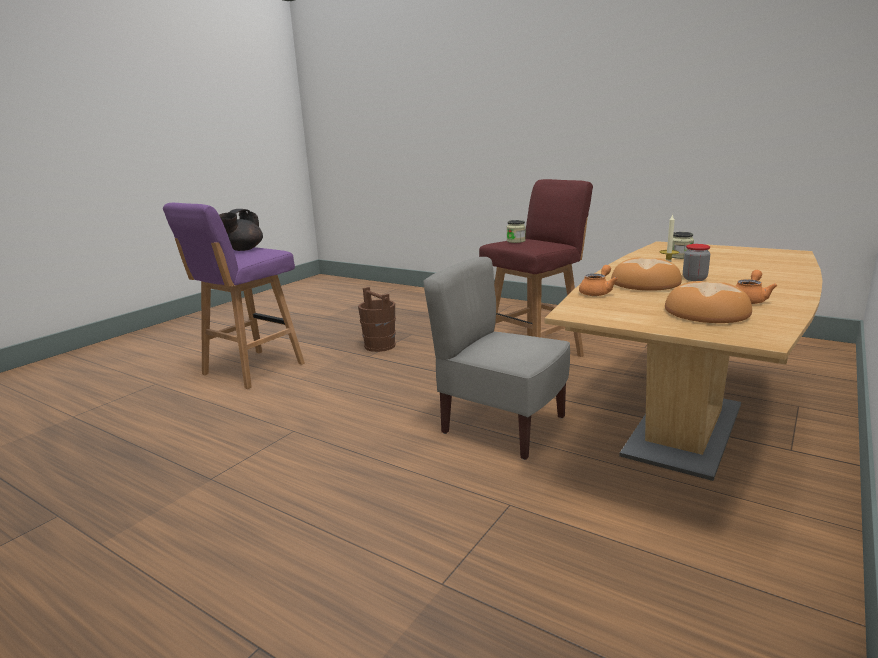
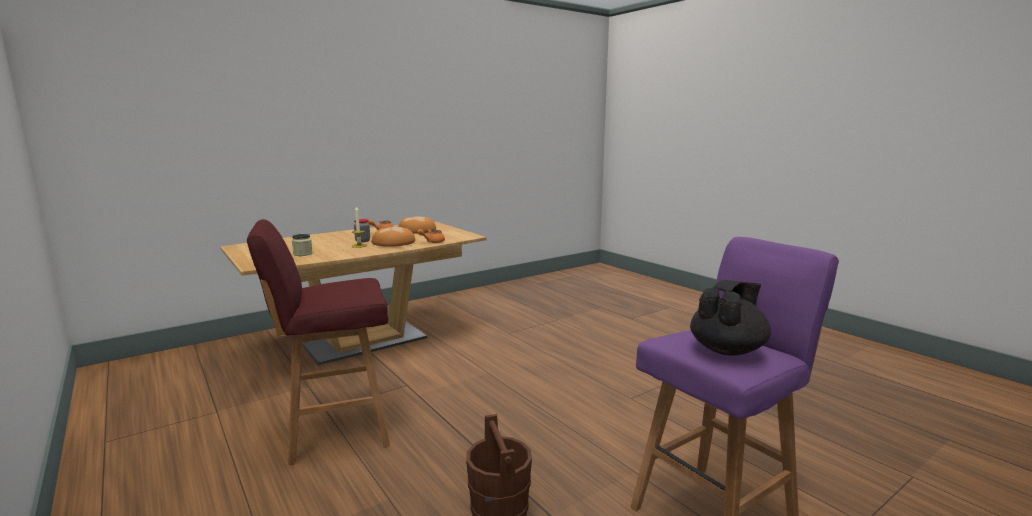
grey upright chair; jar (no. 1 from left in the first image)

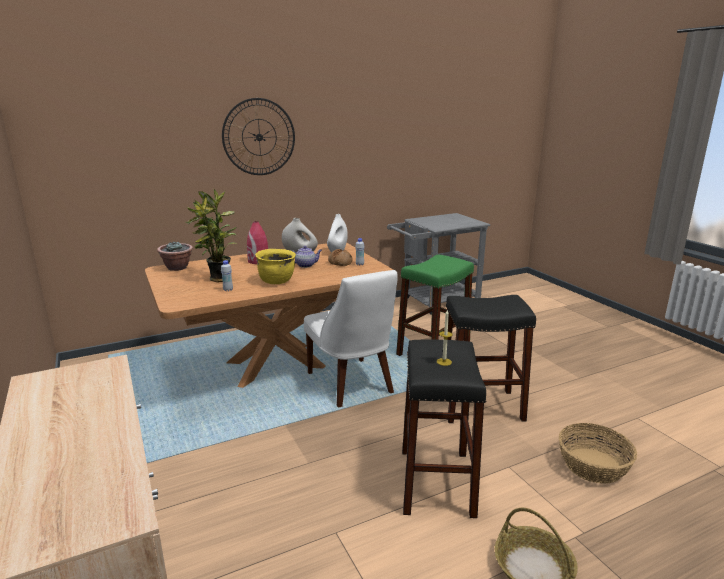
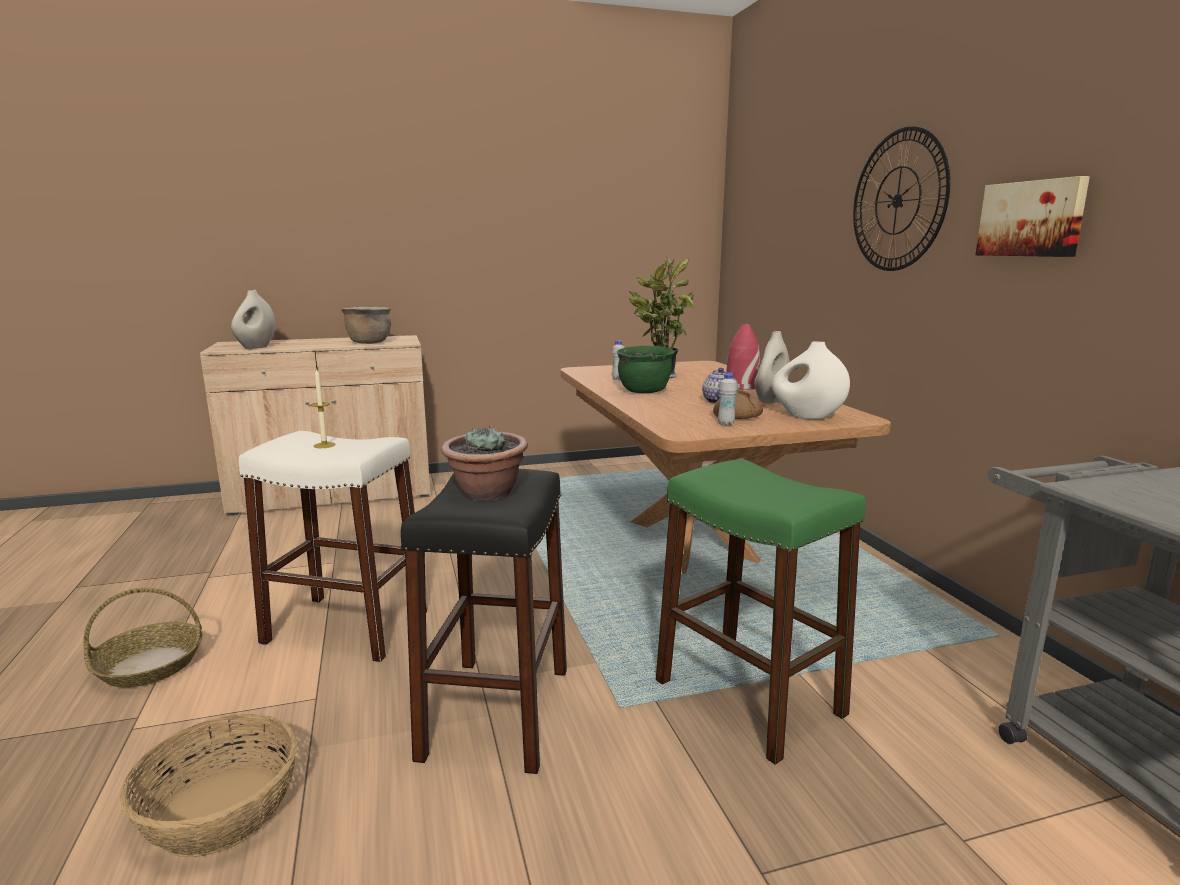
houseplant (no. 1 from left); green saucepot; whitish upright chair; whitish stool seat; whitish flower vase (no. 1 from left); brown-coloured saucepot; wall art

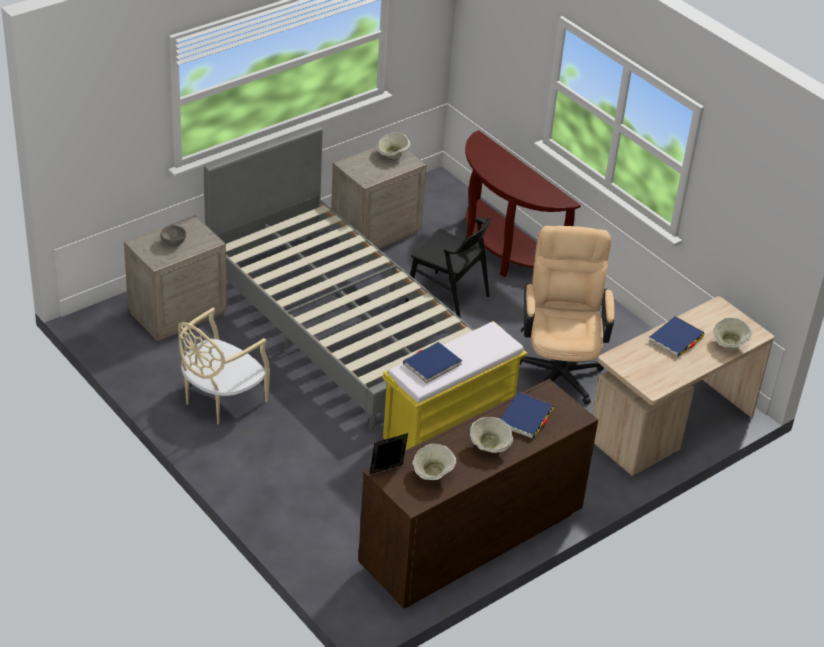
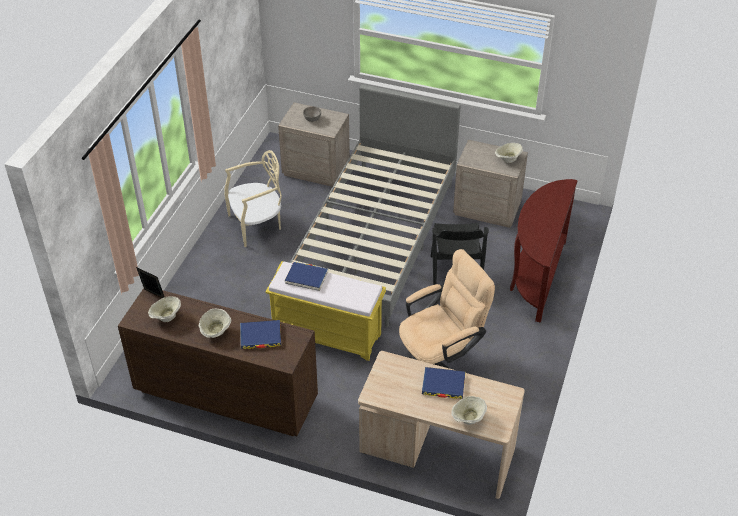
beige upright chair

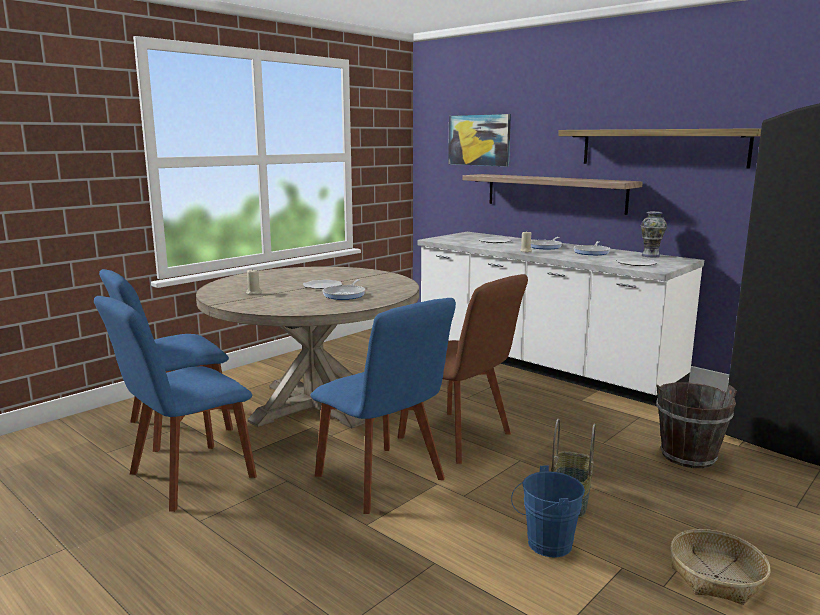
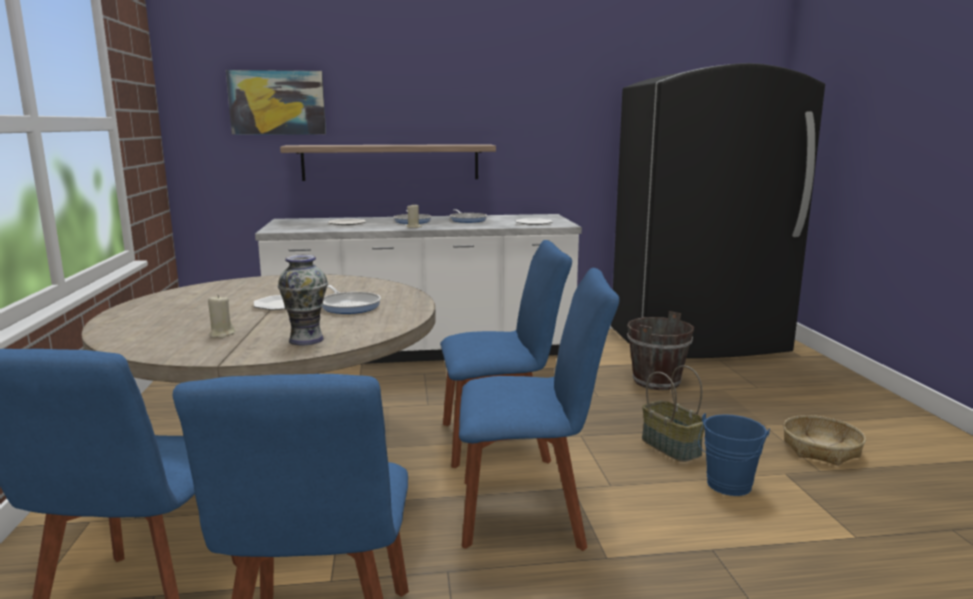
bluish upright chair (no. 3 from left); wall shelf (no. 2 from left in the first image); flower vase

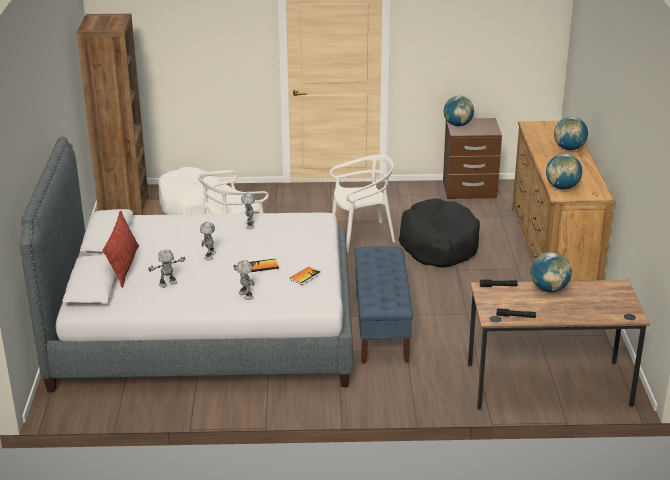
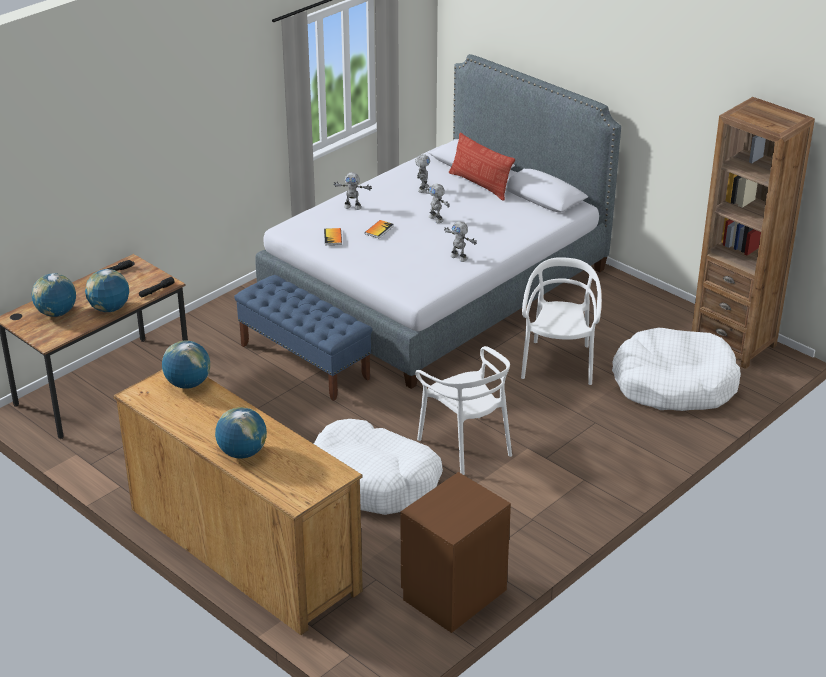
whitish upright chair (no. 1 from left); whitish pet bed (no. 1 from left); globe (no. 1 from left)

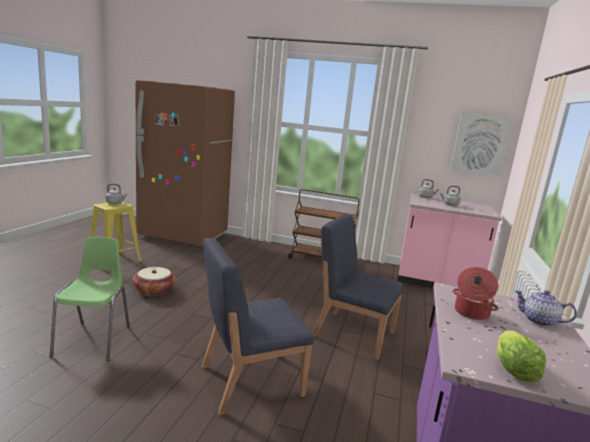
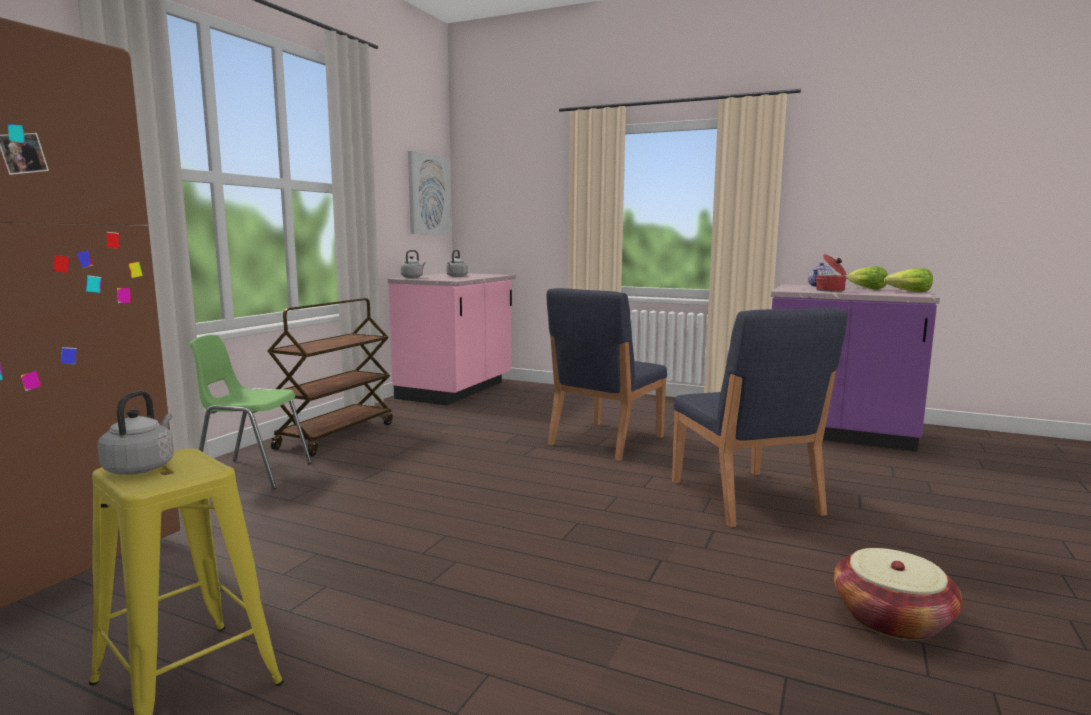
green upright chair; household basket; head of lettuce (no. 1 from left)

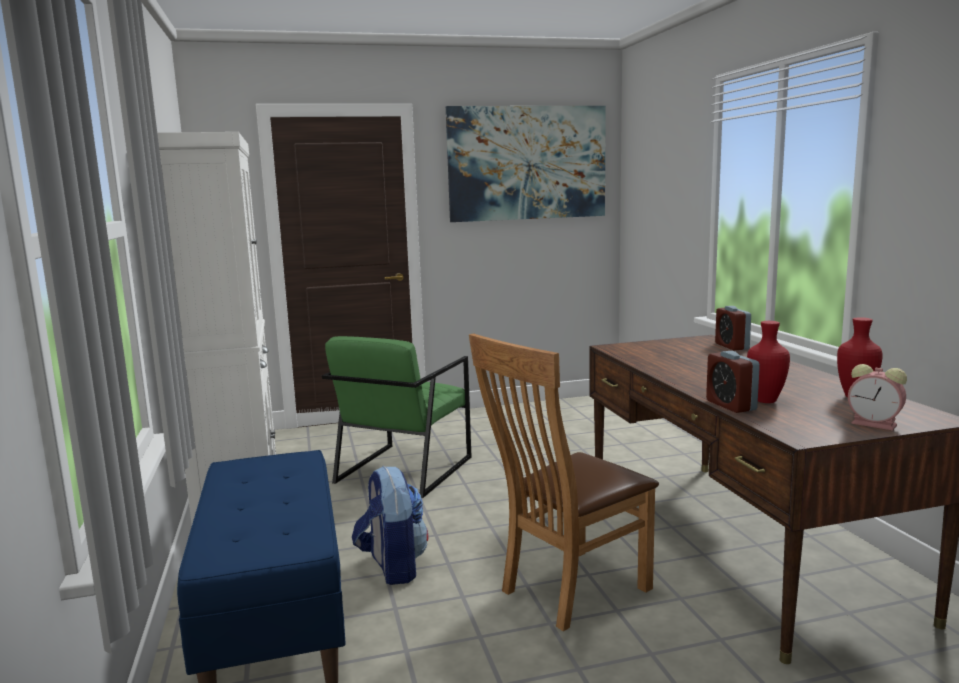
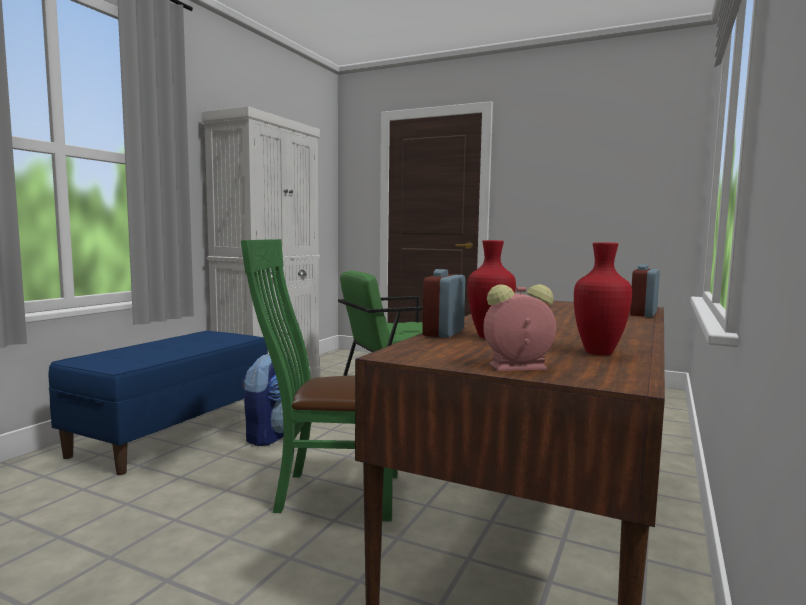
wall art; green upright chair; table clock (no. 2 from left)

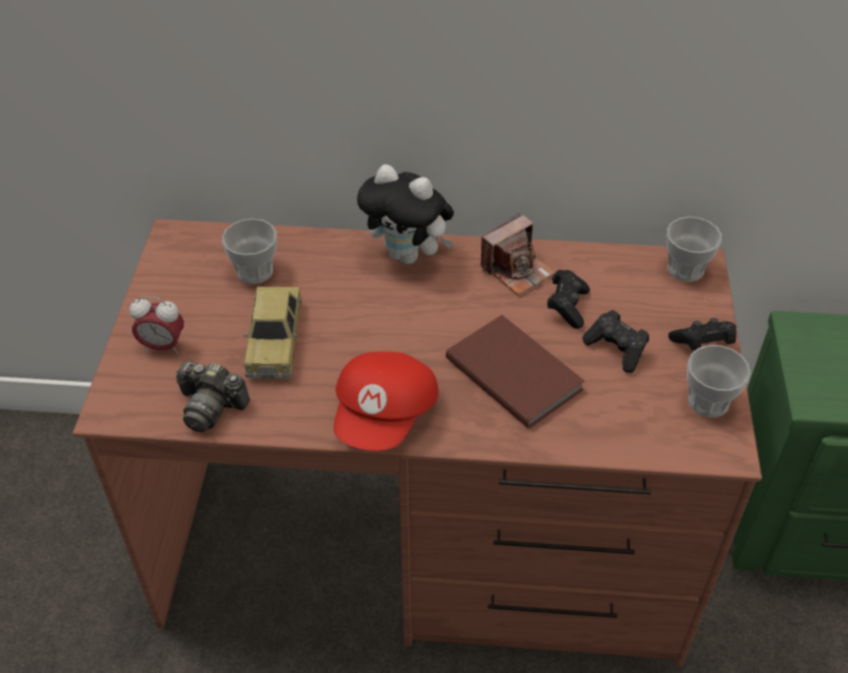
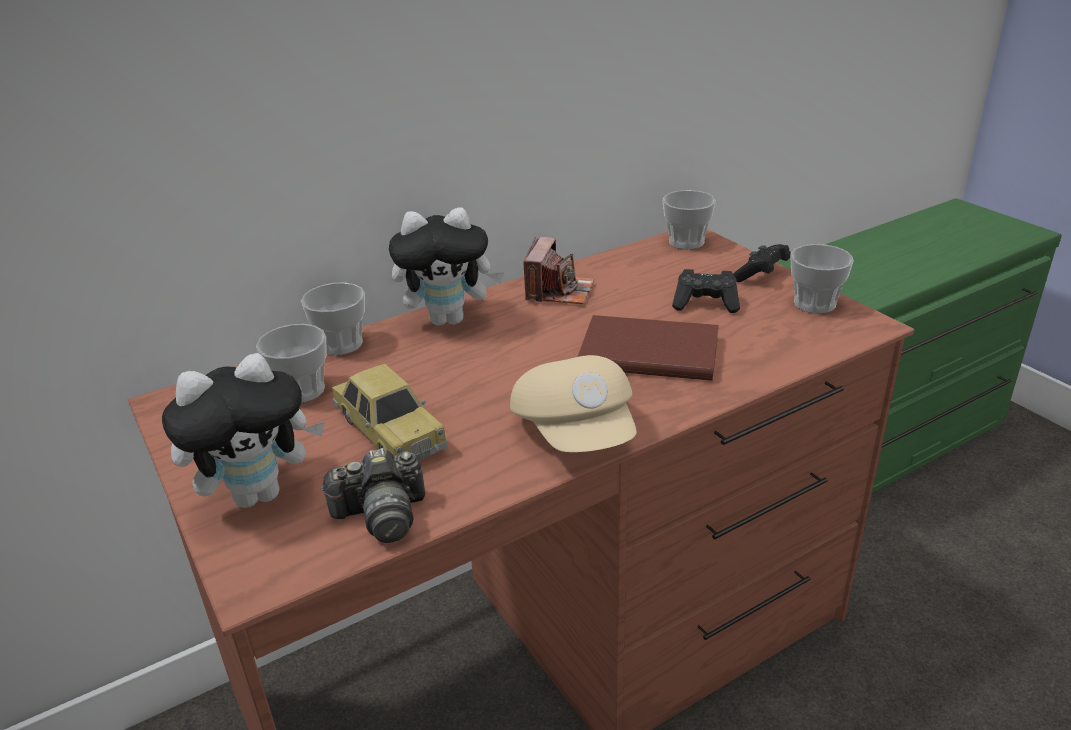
soft toy (no. 1 from left); beige baseball cap; black-coloured game controller (no. 1 from left in the first image); drinking cup (no. 2 from left)

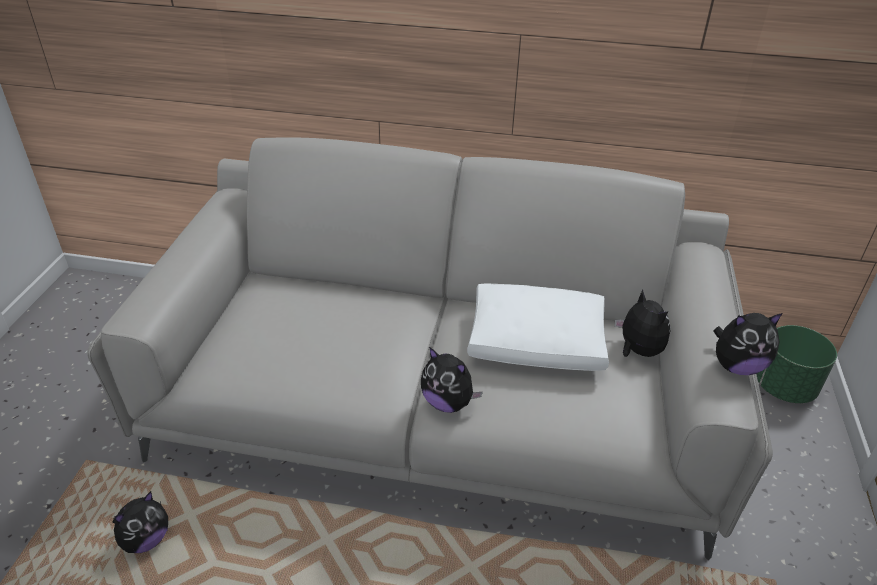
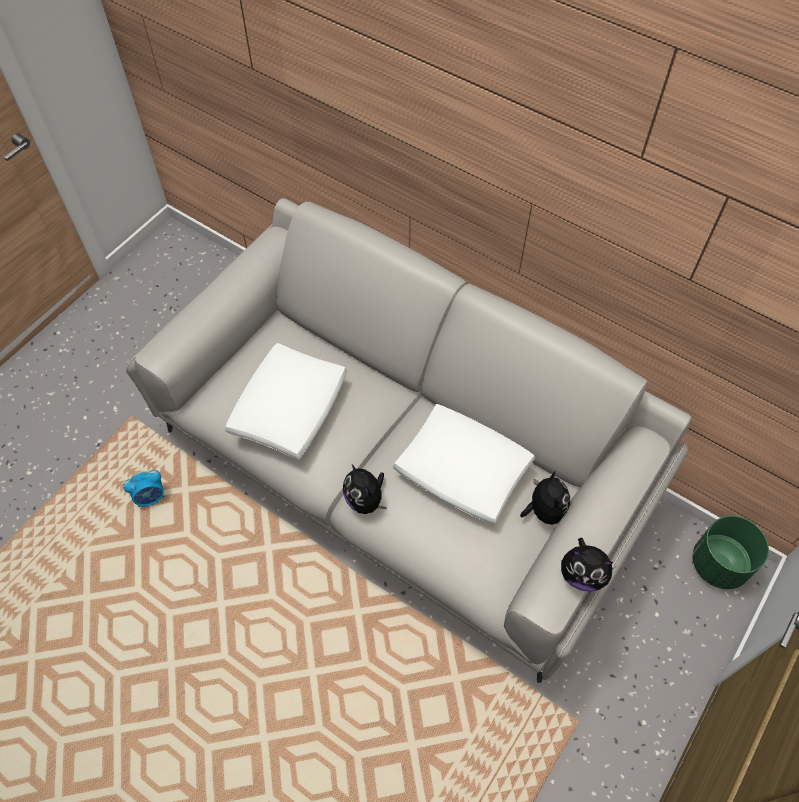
table clock; whitish throw pillow (no. 1 from left)

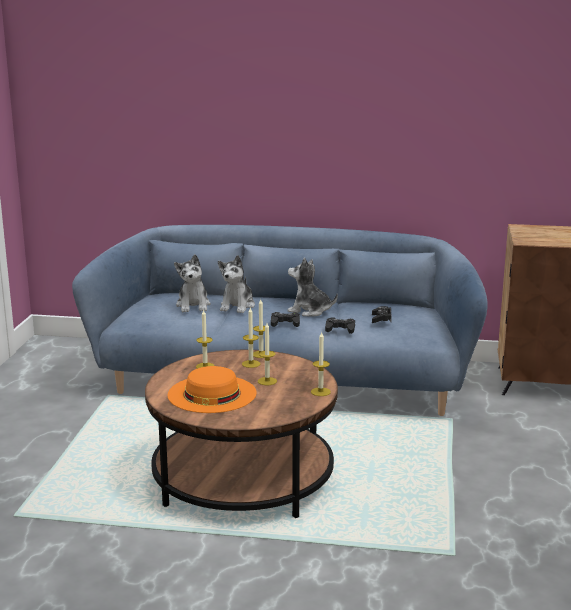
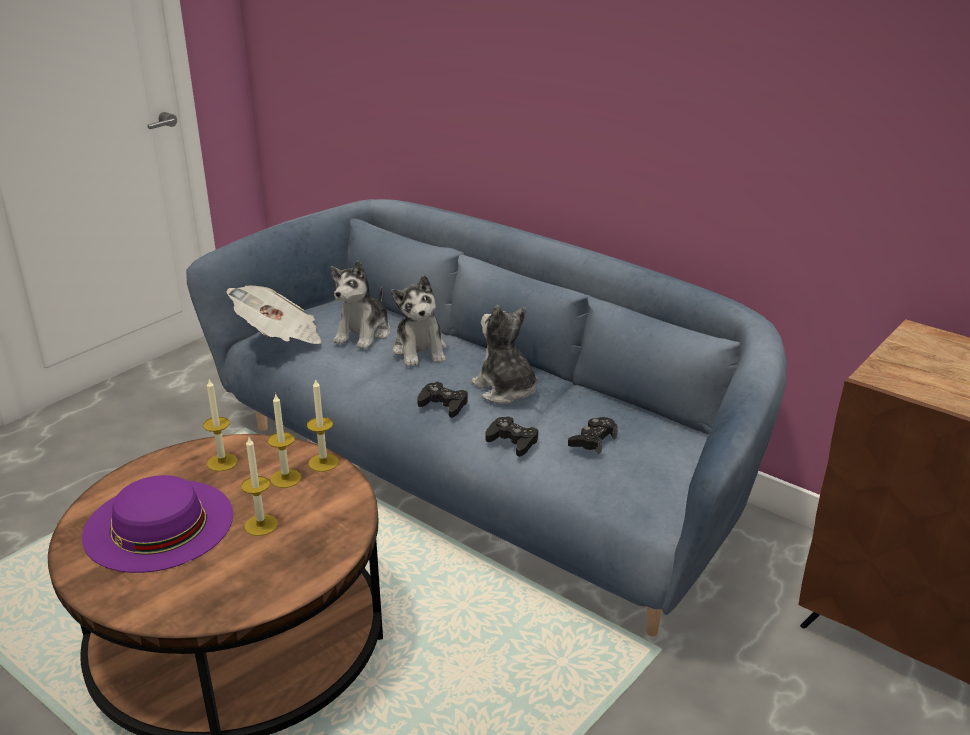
purple-coloured wearable hat; soft toy (no. 2 from left); wax light (no. 5 from left in the first image); newspaper

